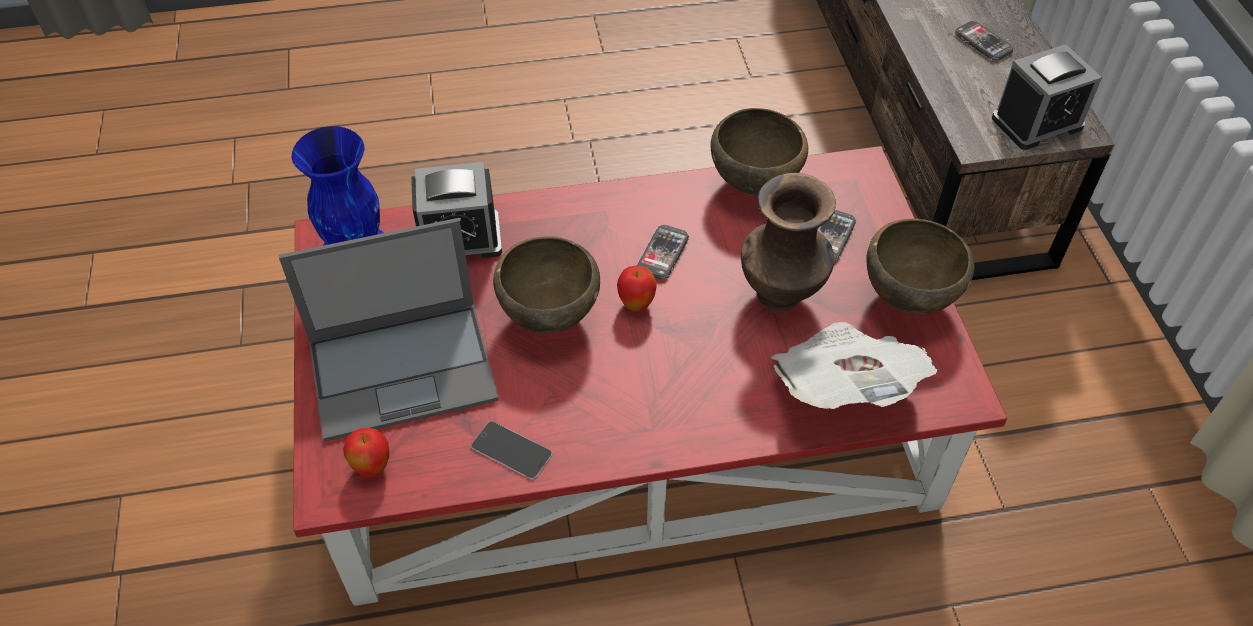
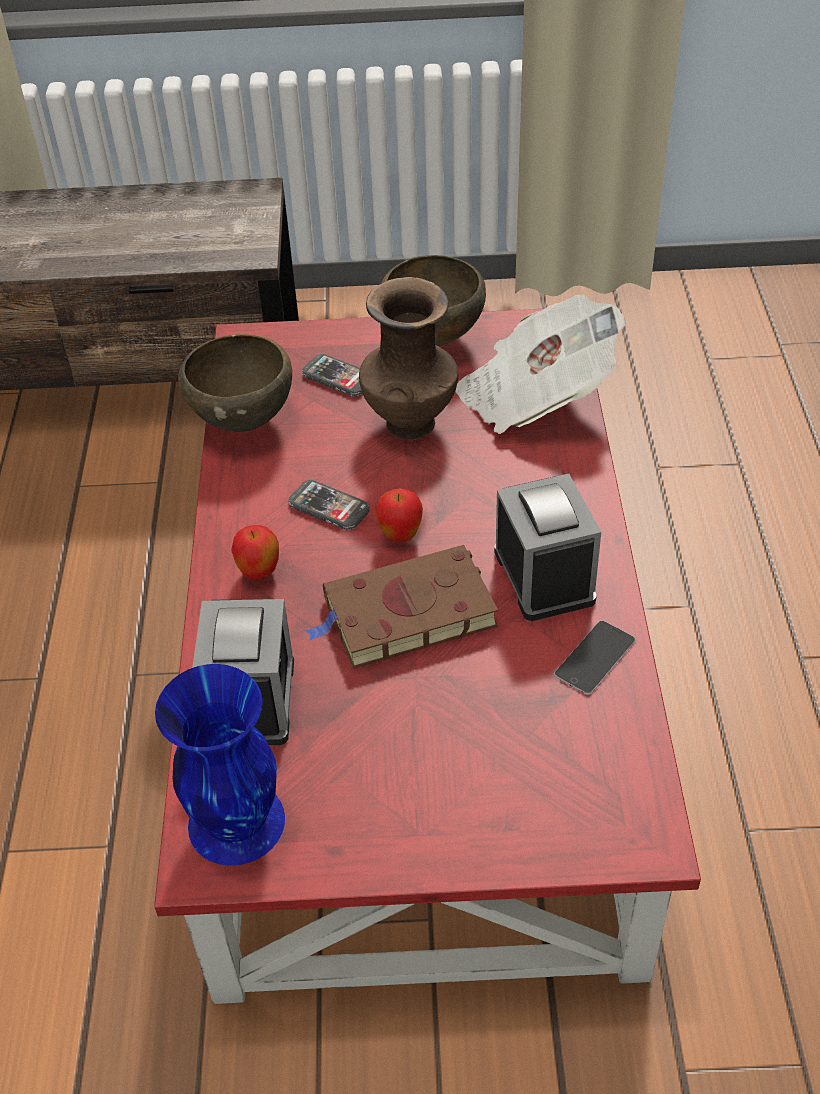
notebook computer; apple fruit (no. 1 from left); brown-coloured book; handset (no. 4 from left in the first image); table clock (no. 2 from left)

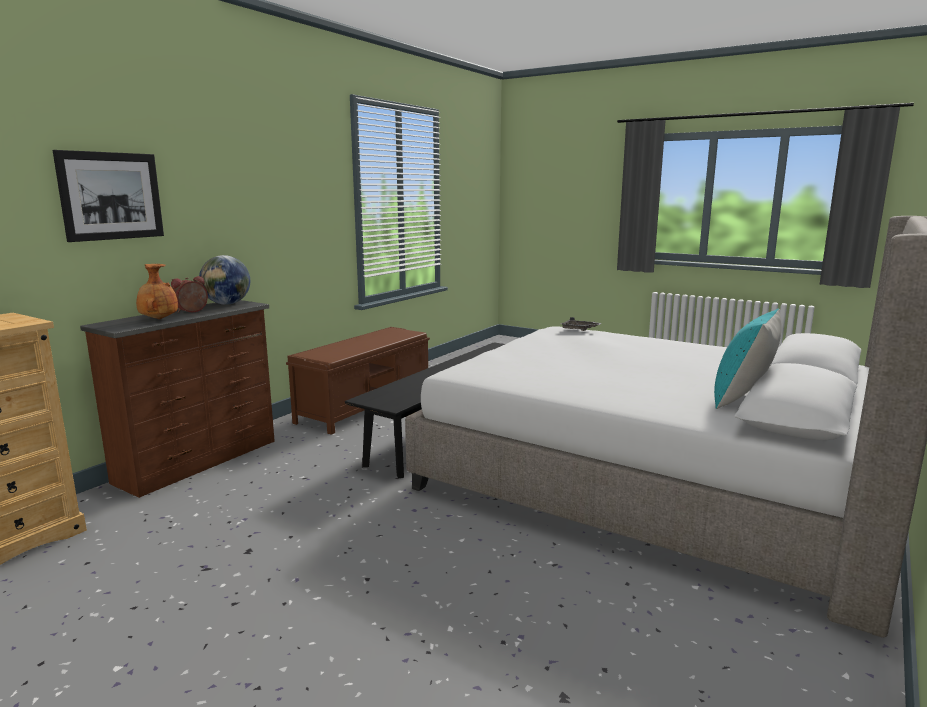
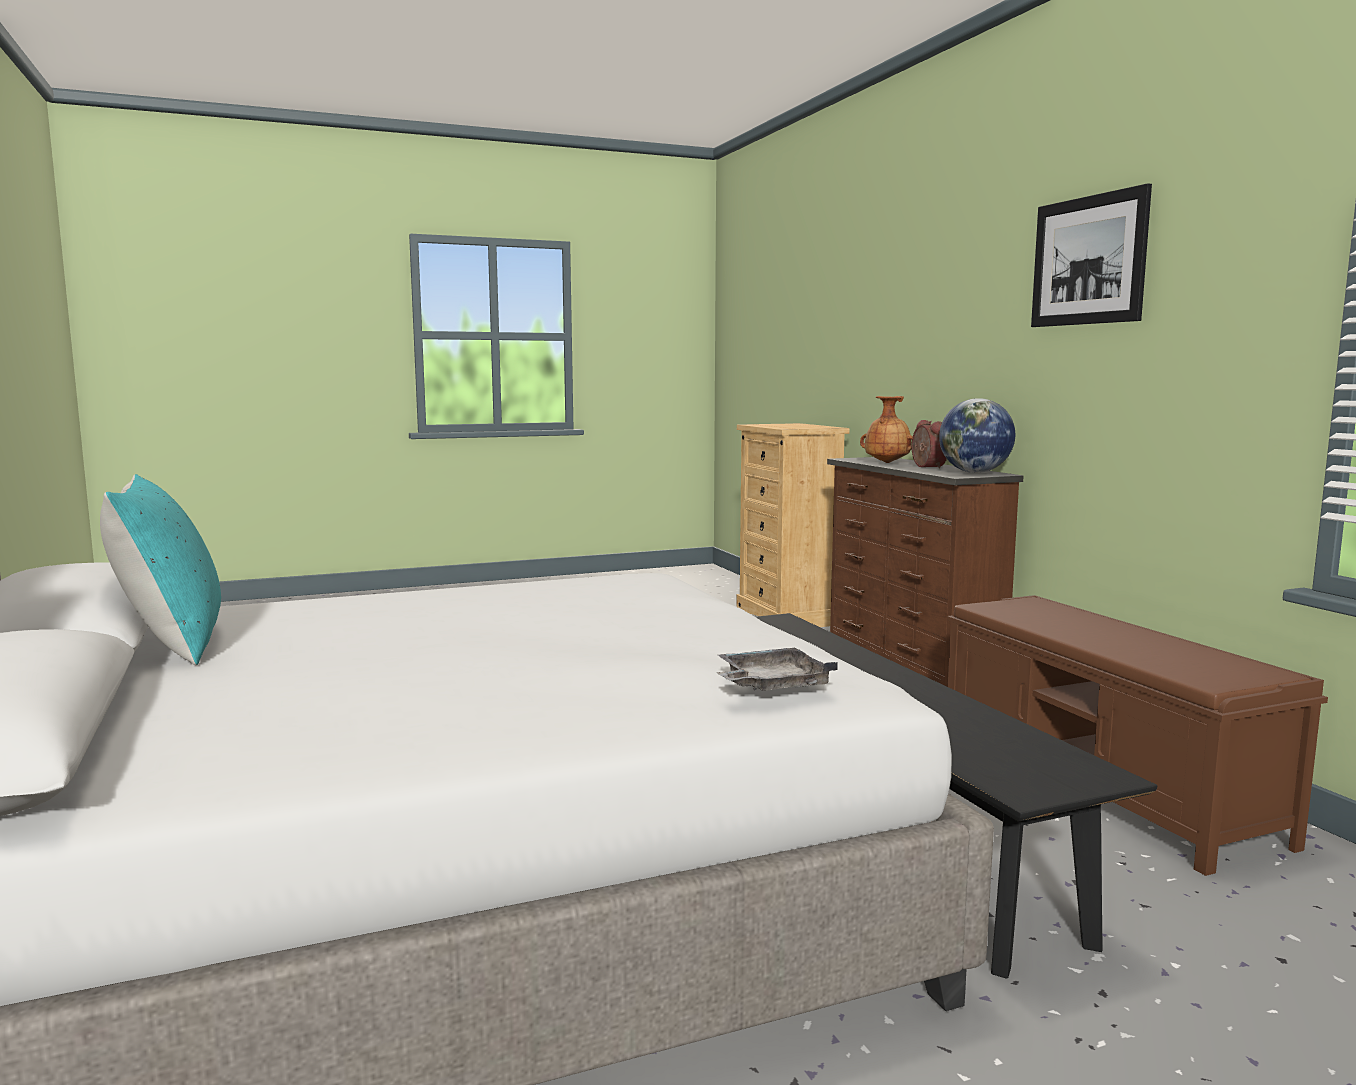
wall art

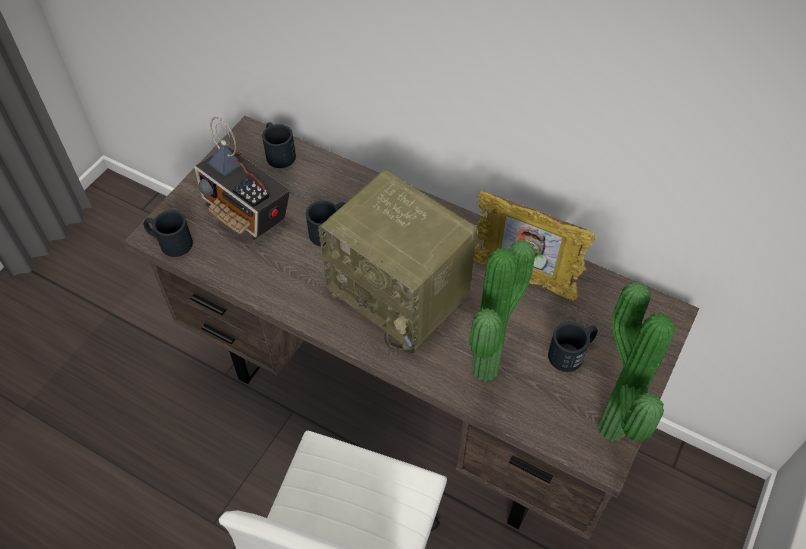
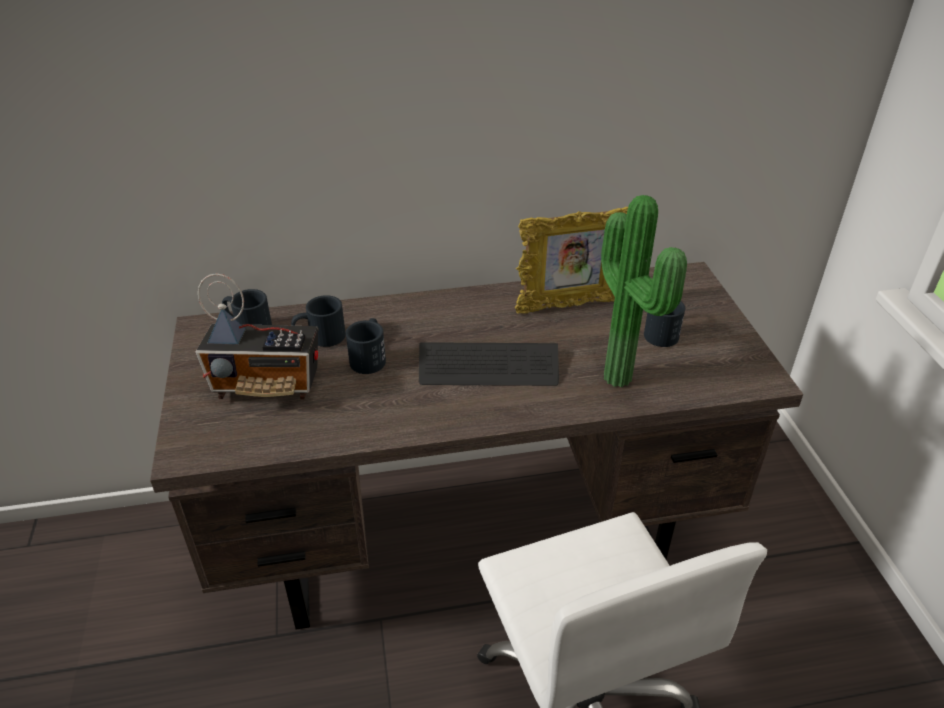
black-coloured coffee mug (no. 2 from left); keyboard; houseplant (no. 2 from left in the first image)

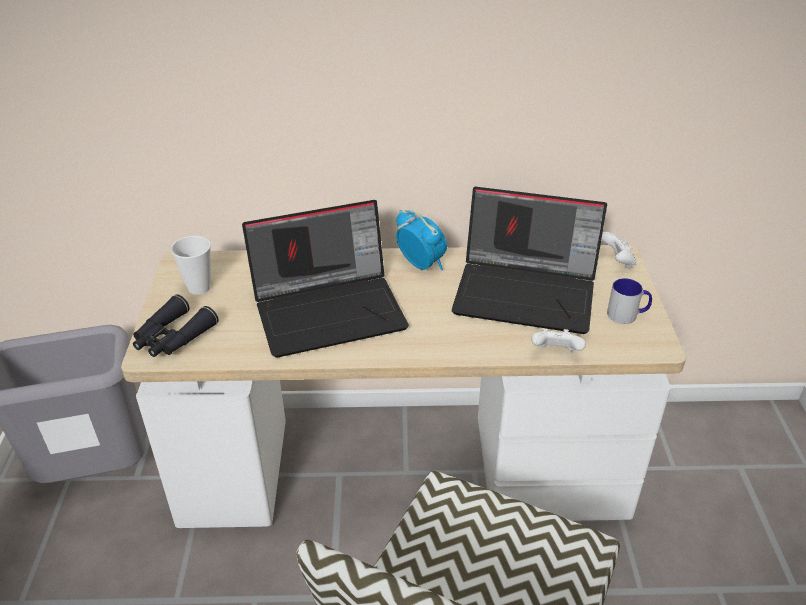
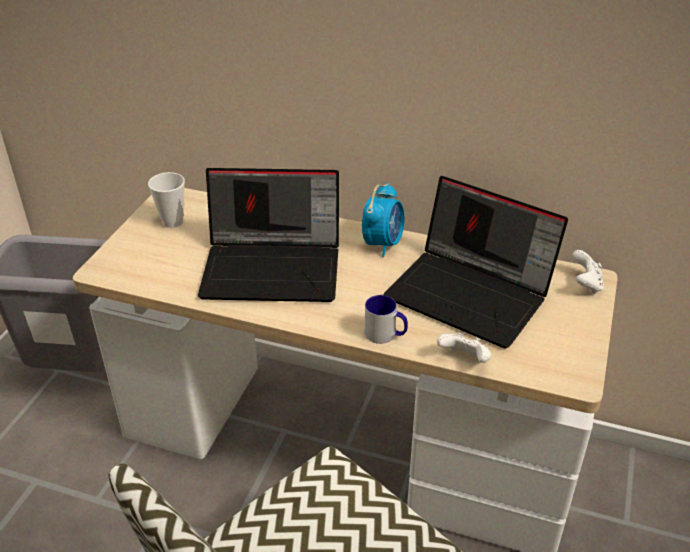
black-coloured binoculars; table clock; coffee mug

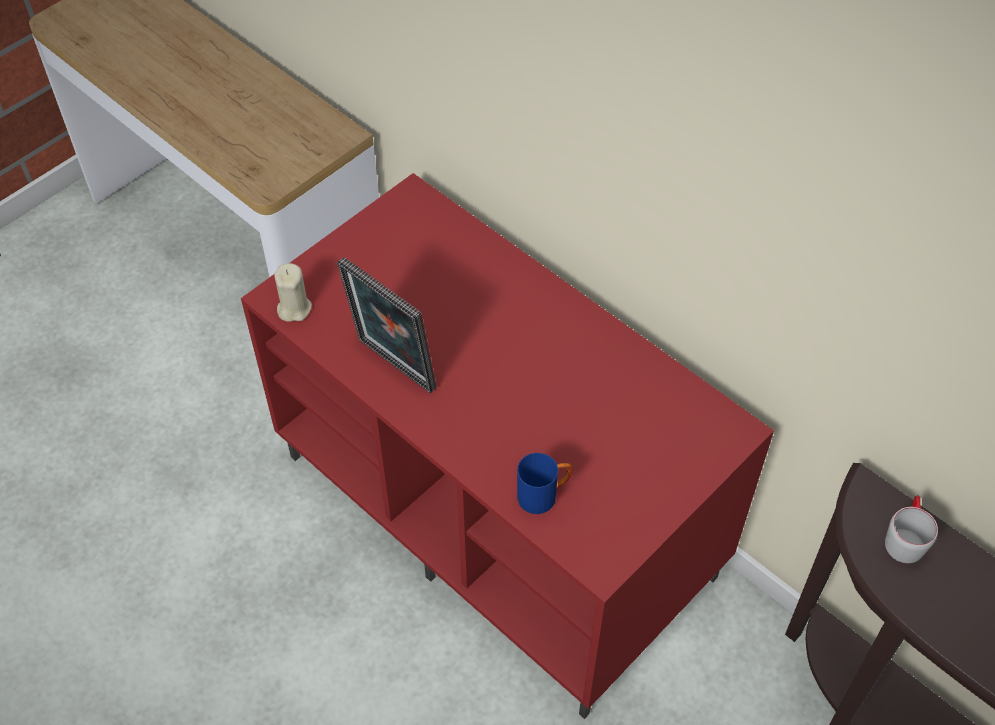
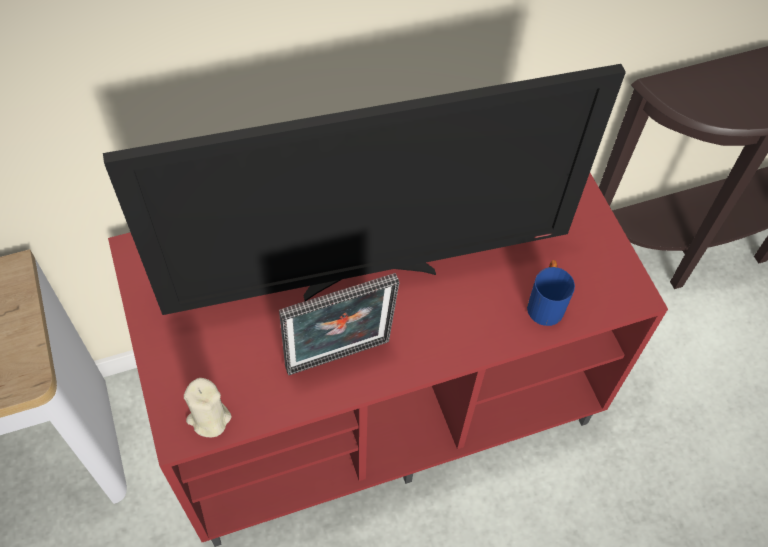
grey coffee mug; television

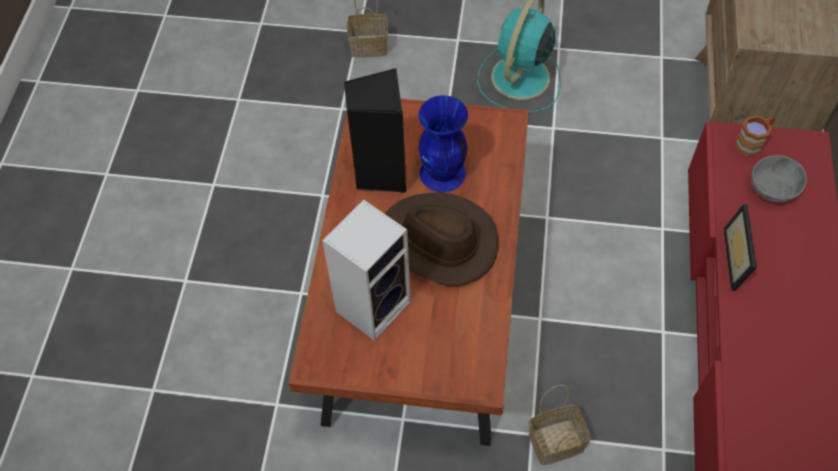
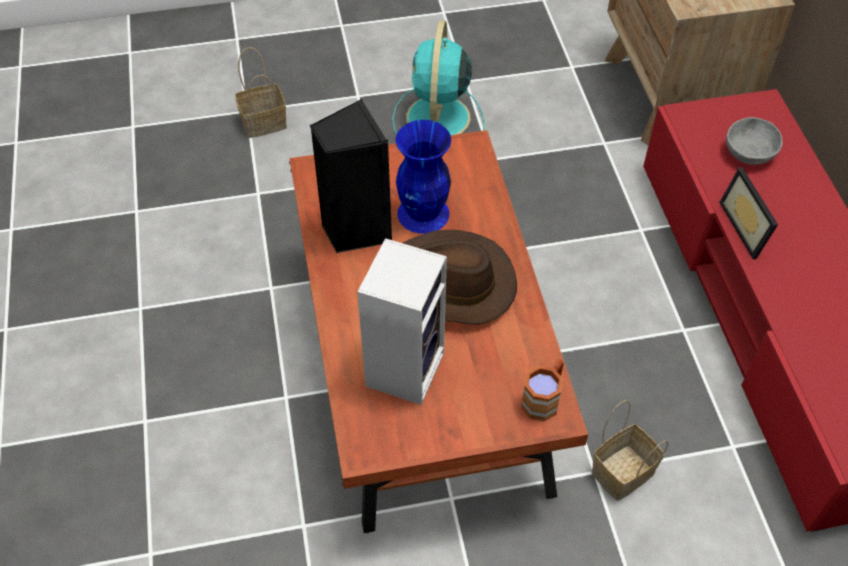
brown-coloured coffee mug

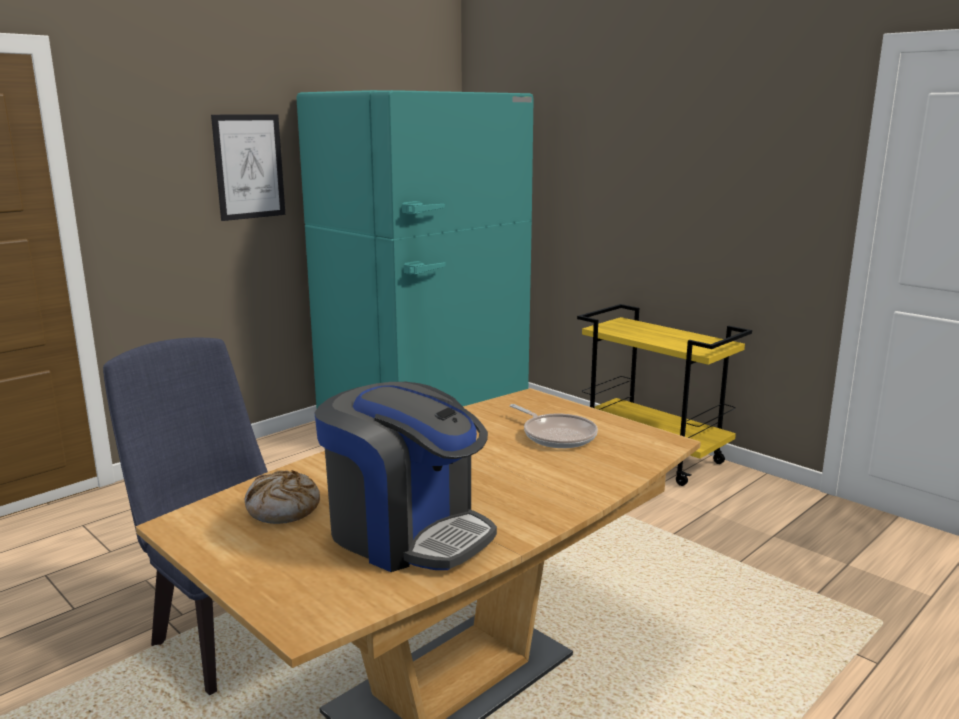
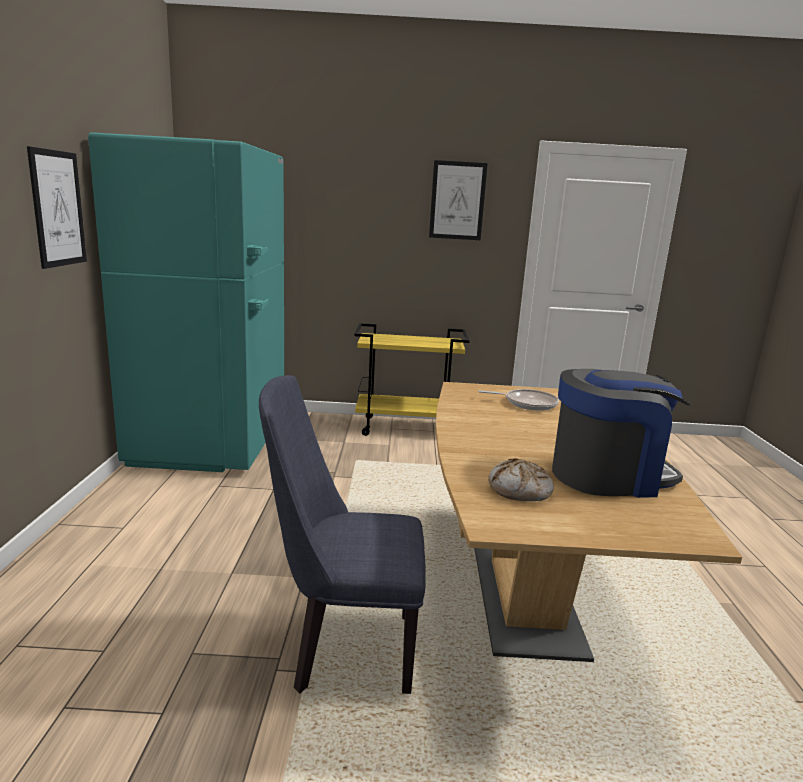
wall art (no. 2 from left)

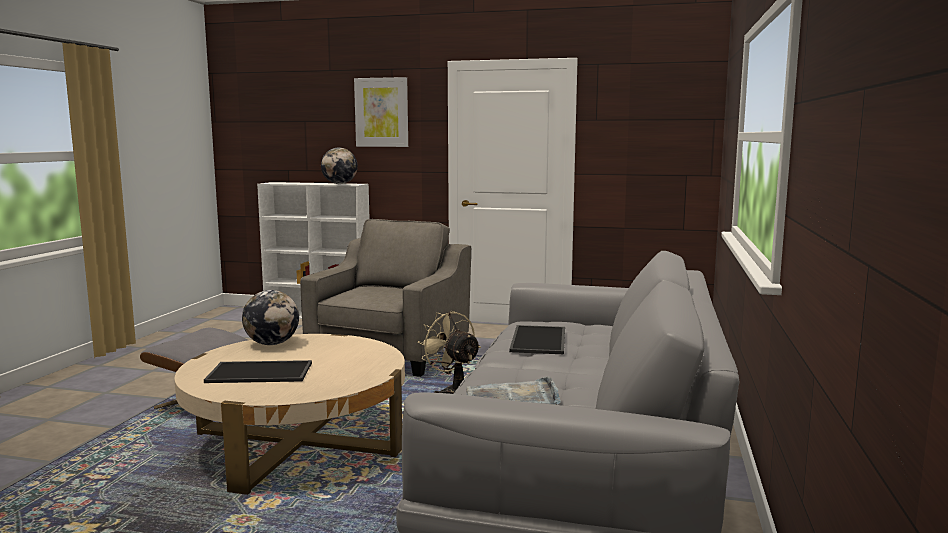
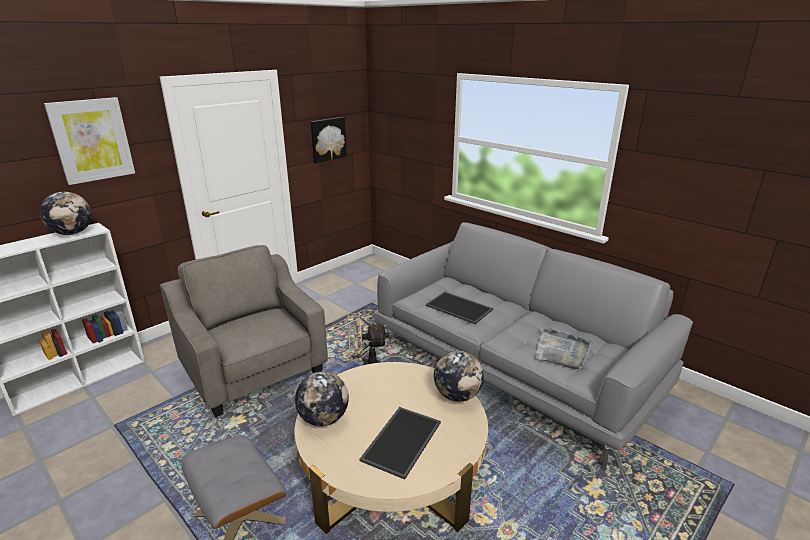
wall art (no. 2 from left); globe (no. 3 from left)

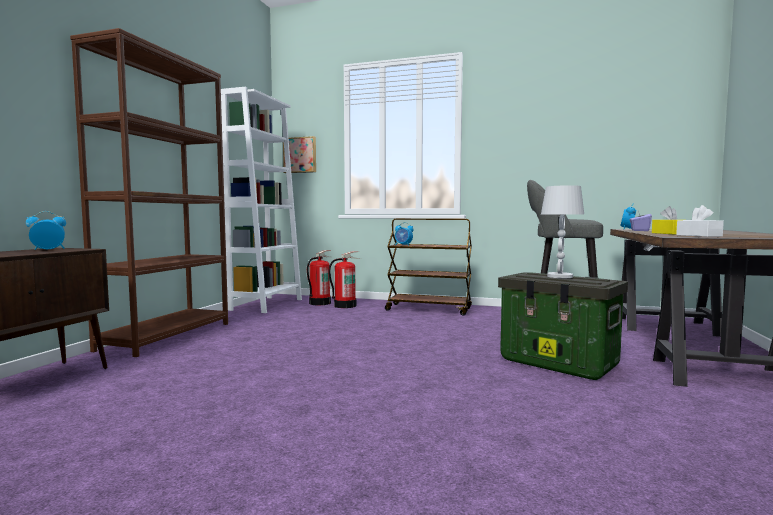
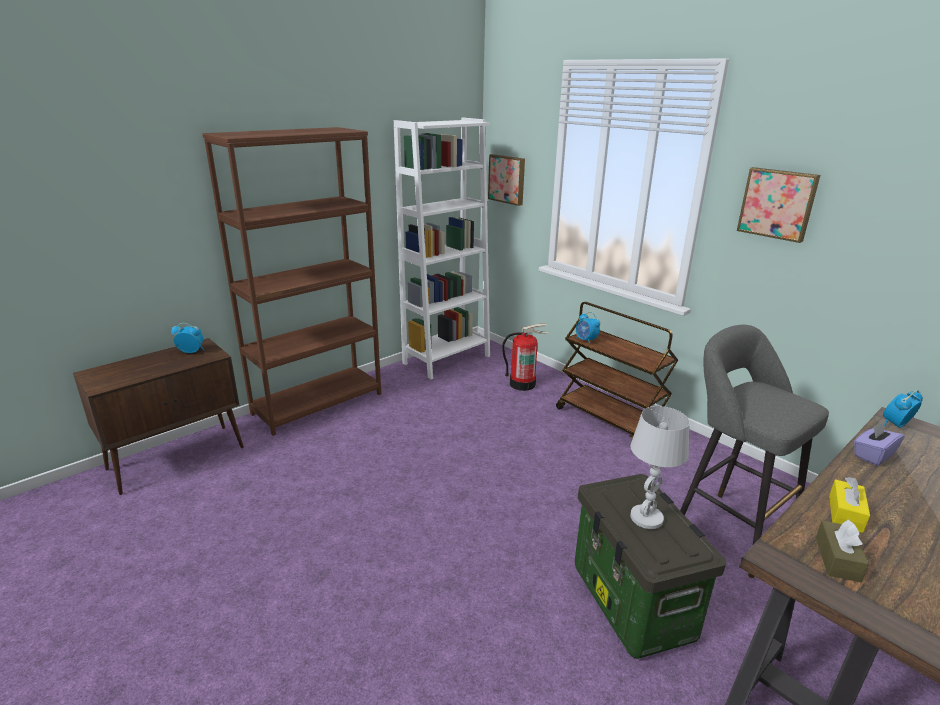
extinguisher (no. 1 from left in the first image); brown-coloured tissue holder; wall art (no. 2 from left)

